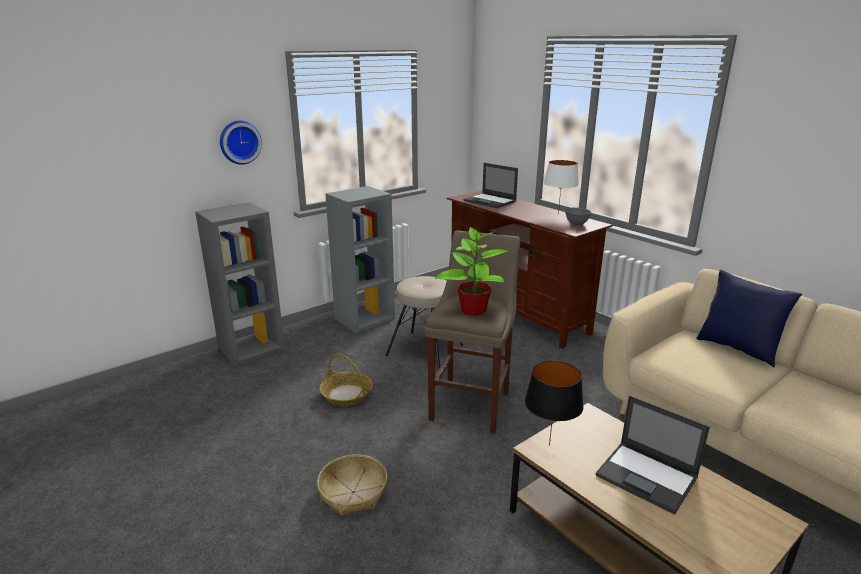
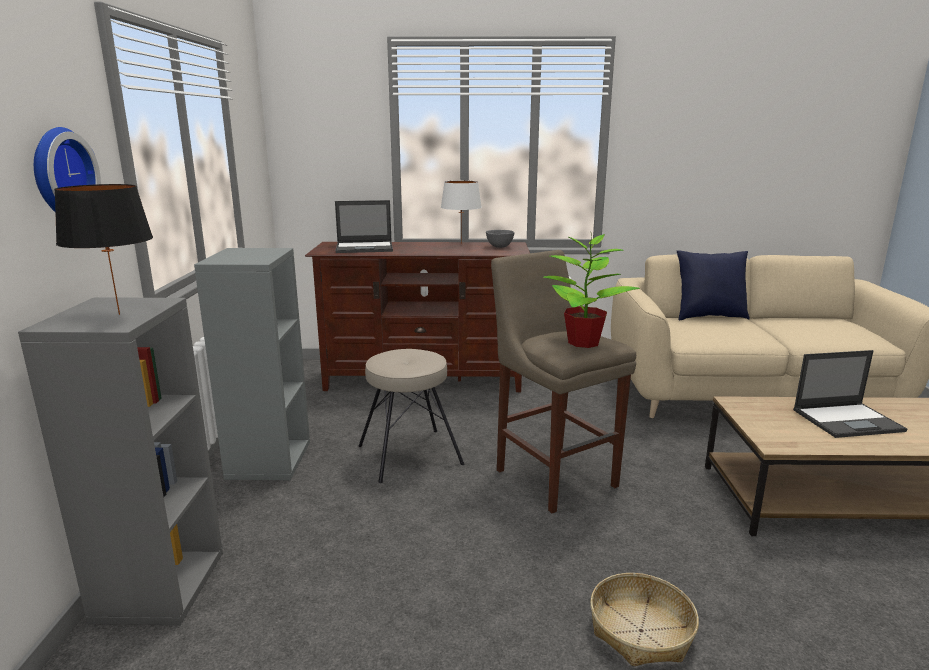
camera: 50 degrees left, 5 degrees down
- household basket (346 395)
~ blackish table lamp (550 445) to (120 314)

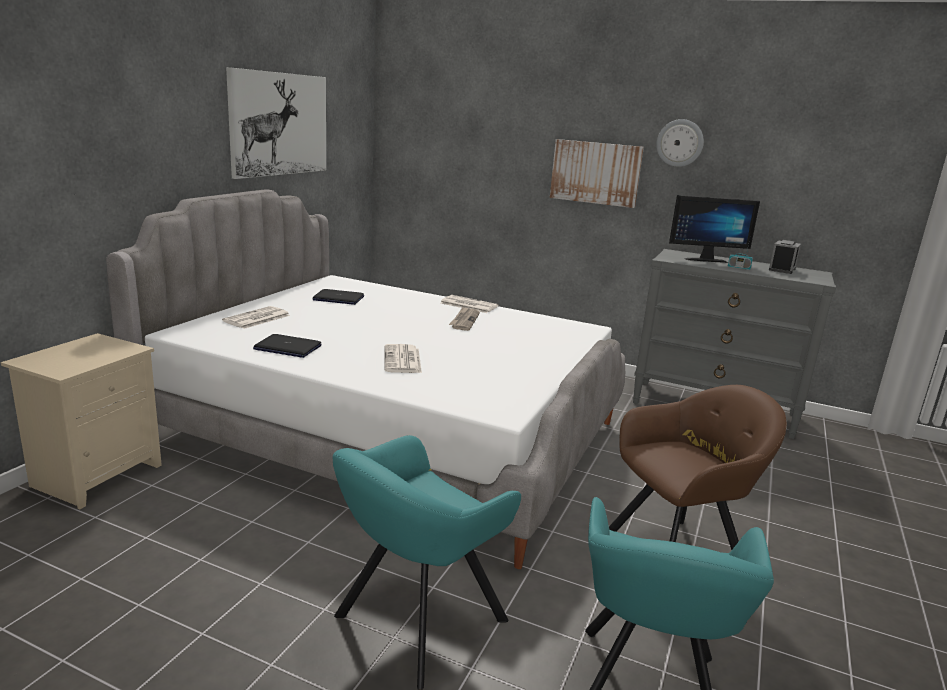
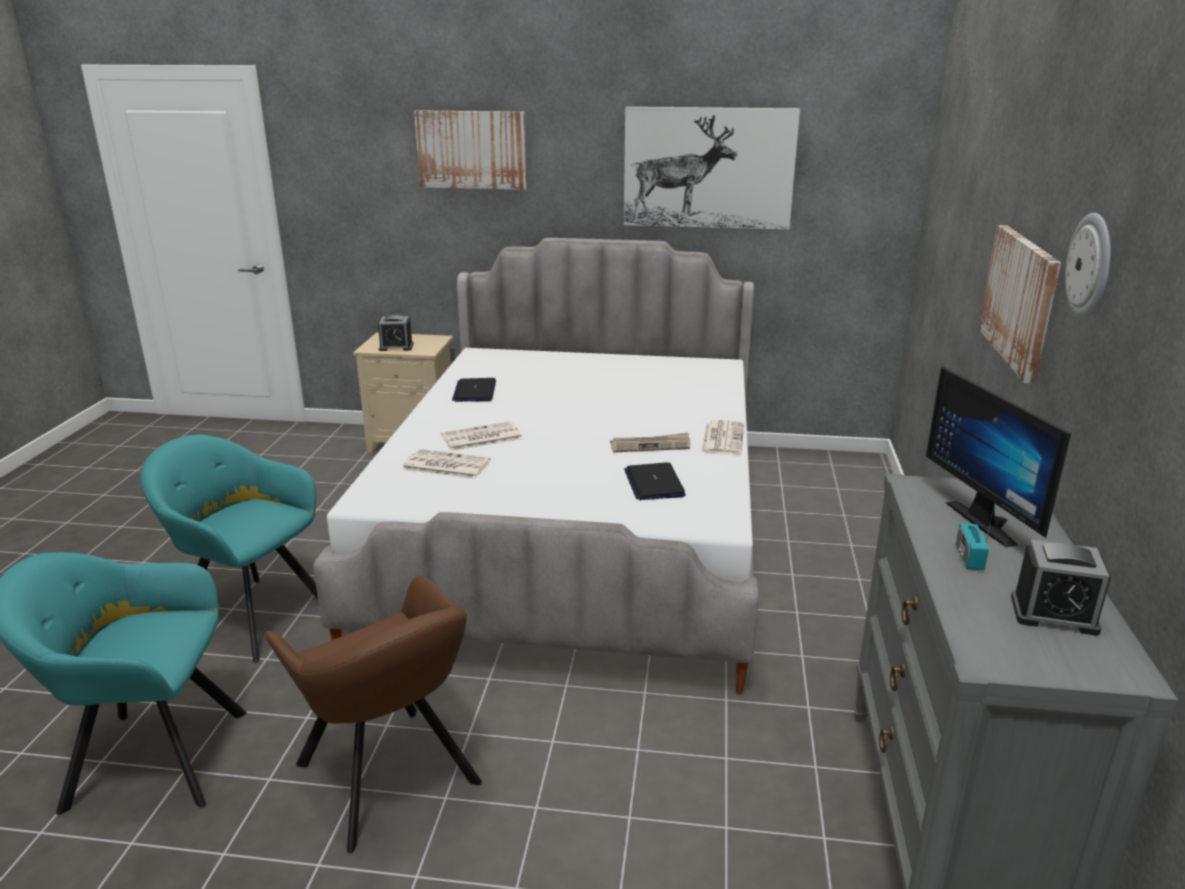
camera: 75 degrees right, 5 degrees up
~ laptop (338 298) to (654 483)
~ newspaper (256 318) to (445 465)
+ picture (472 149)
+ alarm clock (396 347)

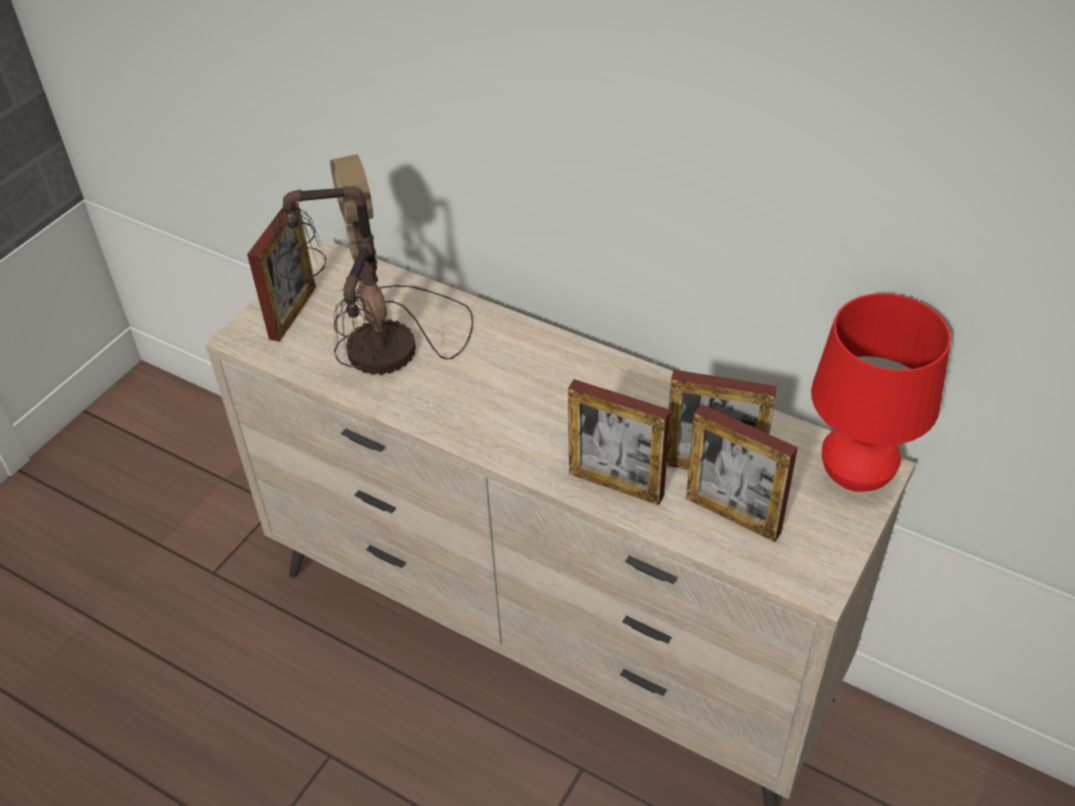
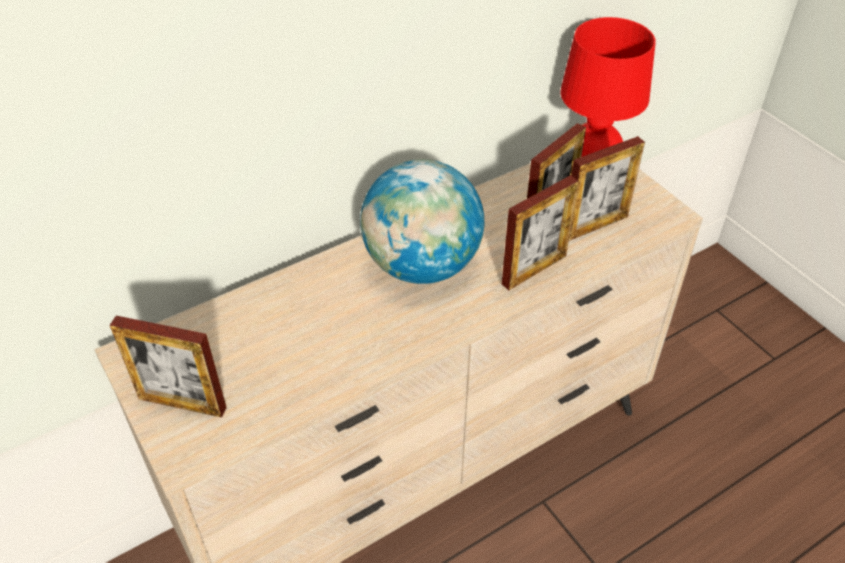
camera: 65 degrees left, 0 degrees up
- table lamp (379 354)
~ photo frame (293 312) = (182 403) 150 degrees clockwise
+ globe (422 265)

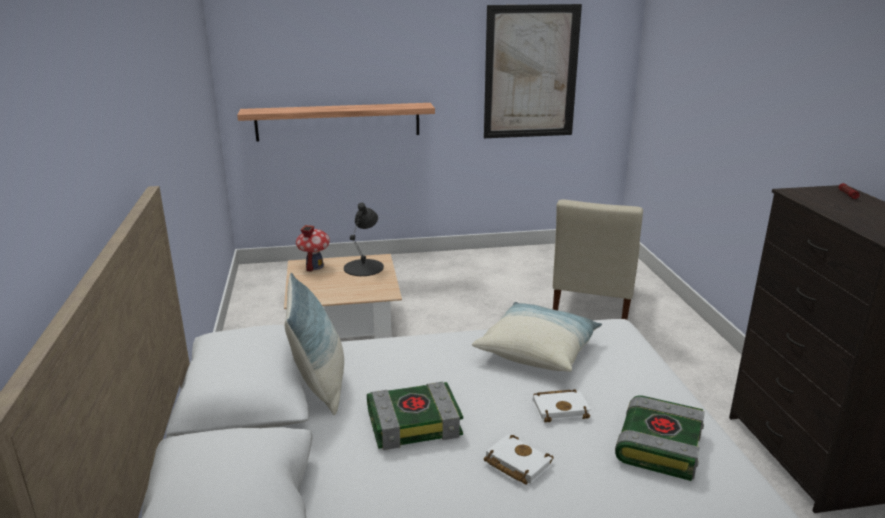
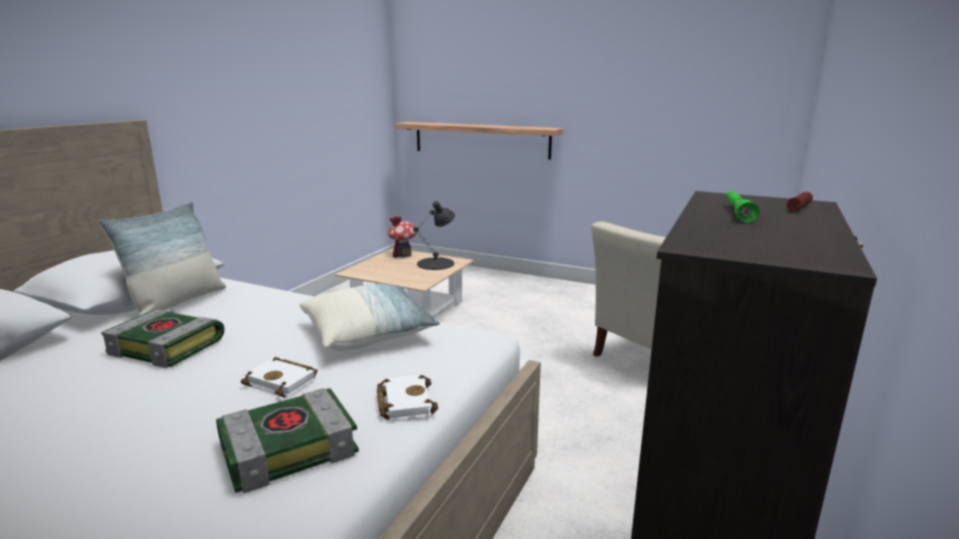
camera: 35 degrees right, 5 degrees down
- picture (531 72)
~ white book (515 464) to (403 402)
+ green-coloured torch (737 213)

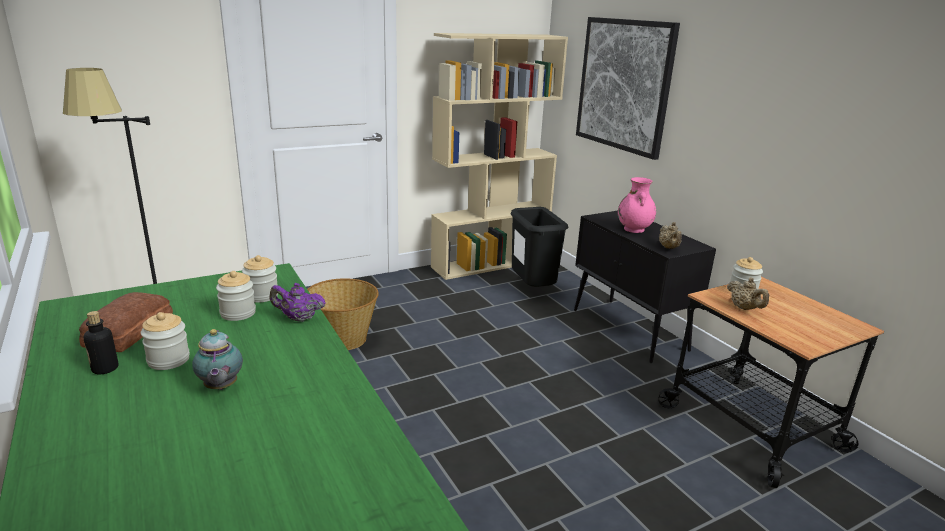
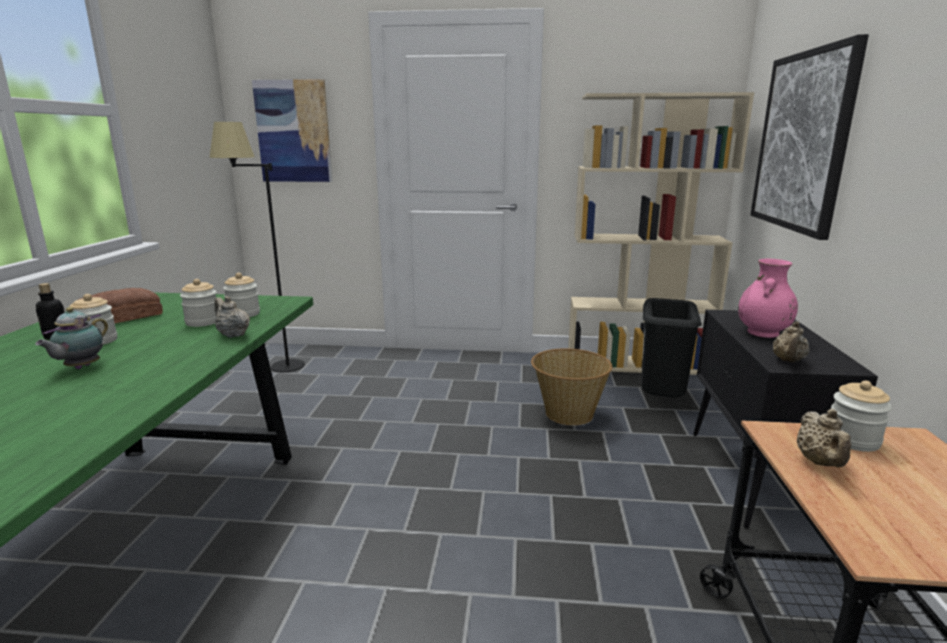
camera: 35 degrees right, 5 degrees down
~ household basket (343 339) to (568 413)
~ purple-coloured pot for tea (298 318) to beige-coloured pot for tea (233 335)
+ picture (293 132)

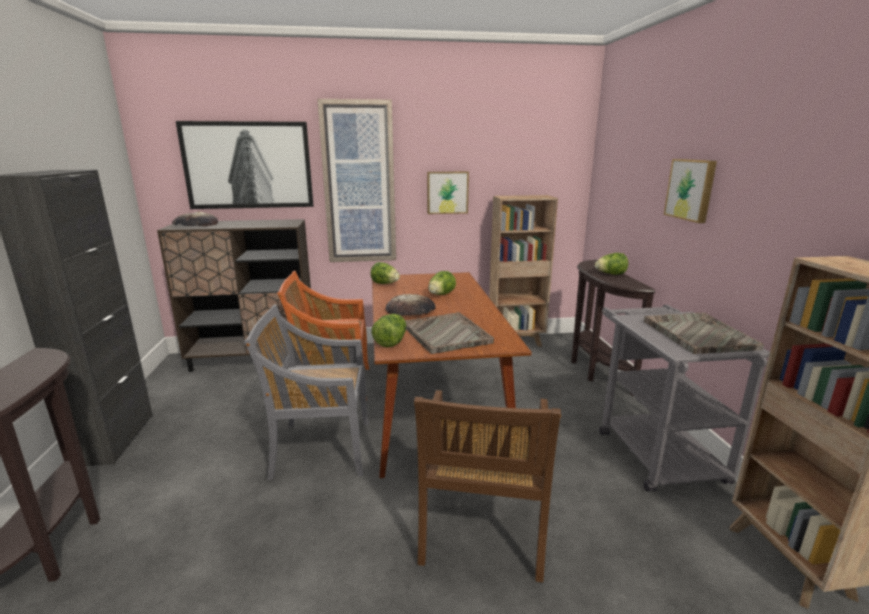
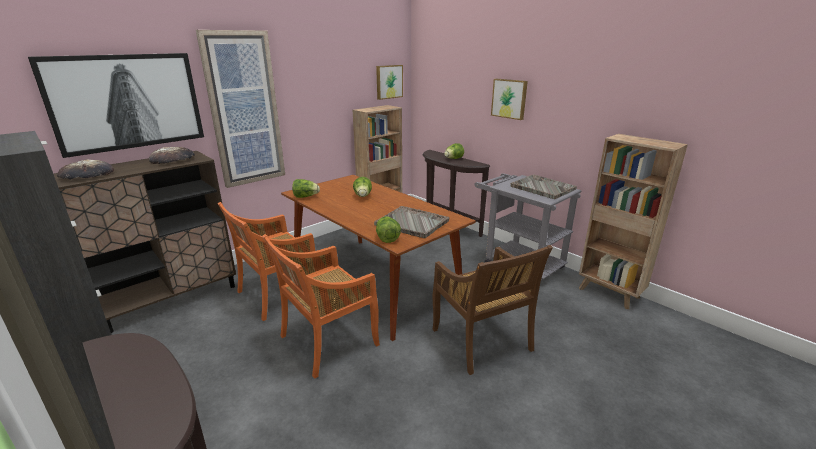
camera: 35 degrees left, 5 degrees up
~ picture (447 192) to (388 81)
~ baked bread (411 310) to (173 159)
~ greyish plain chair (320 449) to orangey plain chair (327 341)

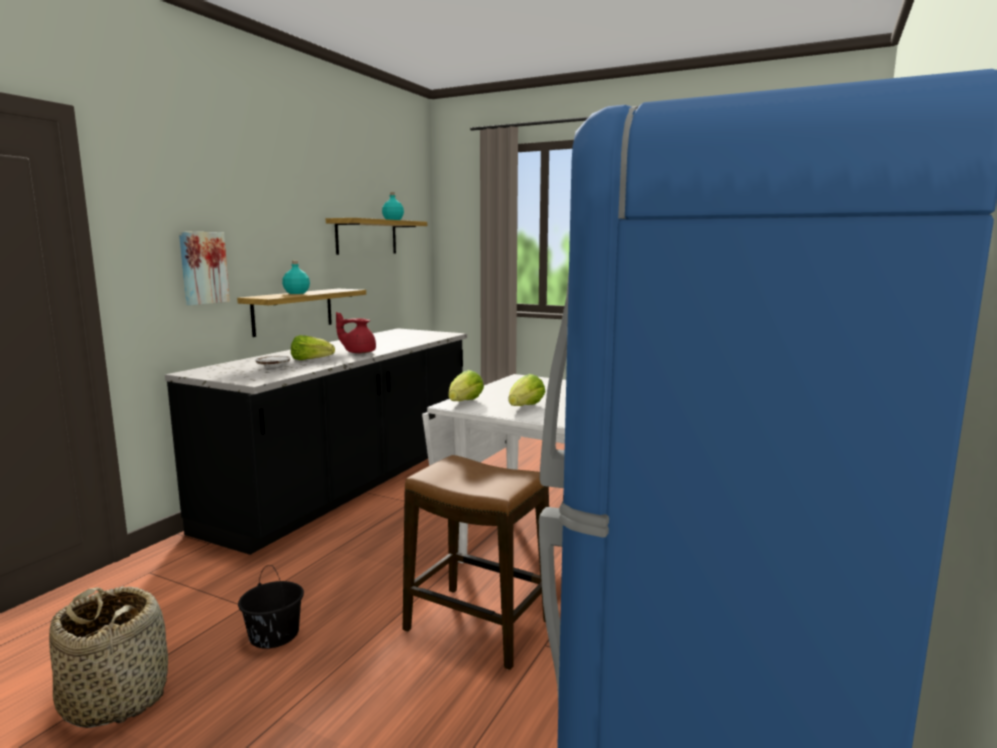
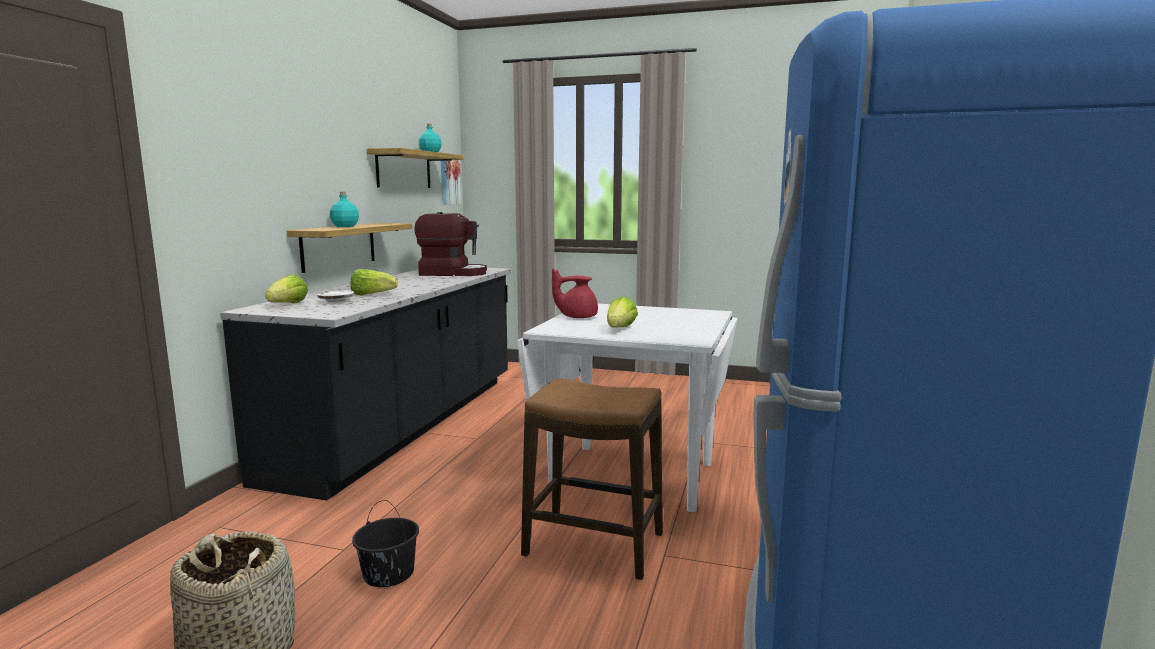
camera: 10 degrees left, 0 degrees up
~ picture (203 267) to (449 180)
~ red-coloured pot for tea (359 352) to (577 317)
~ lettuce (465 402) to (288 305)
+ coffee brewer (452 273)

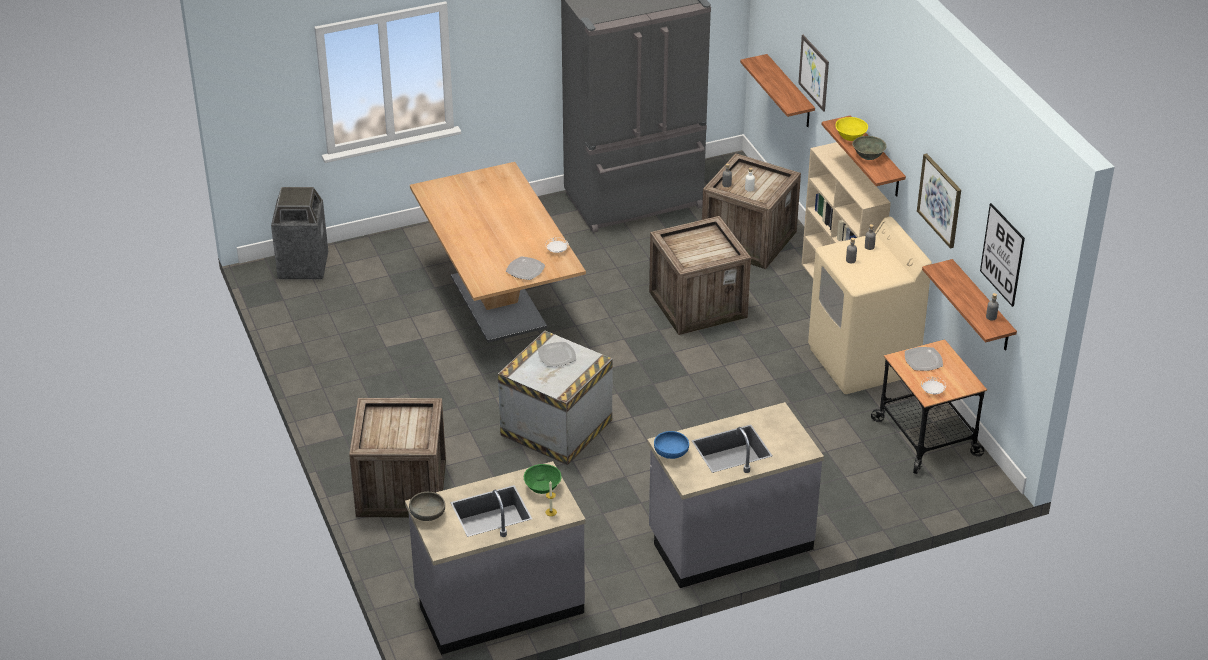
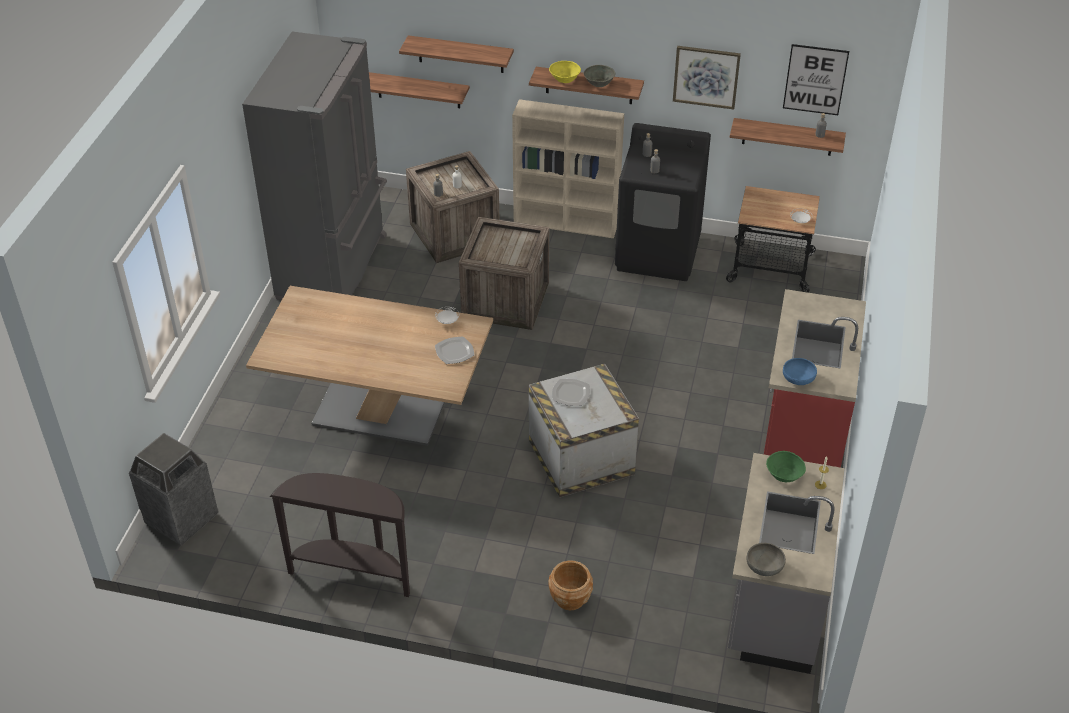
camera: 55 degrees left, 5 degrees up
~ picture (814 72) to bracket shelf (460 54)
~ beige-coloured washing machine (863 361) to blackish washing machine (658 253)
- dinner plate (923 360)
~ packing crate (400 487) to brownish flower pot (569 598)
~ greyish kitchen counter (730 541) to red-coloured kitchen counter (803 426)
+ brownish hall table (353 572)

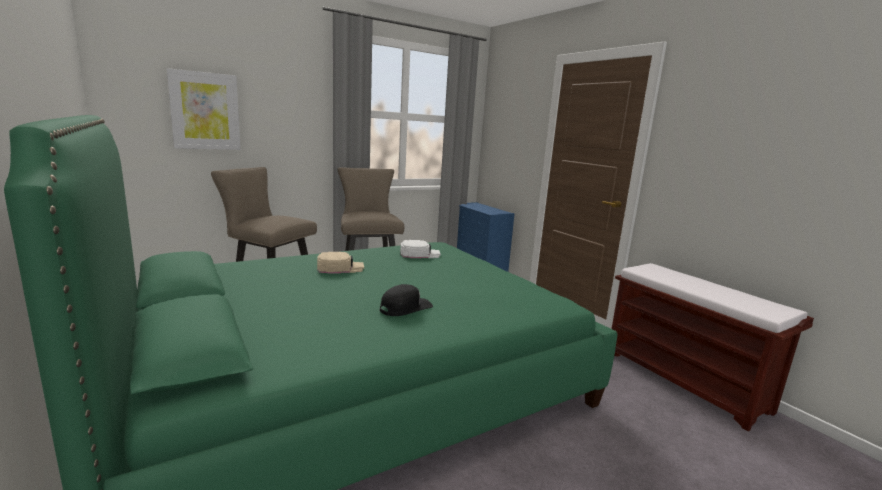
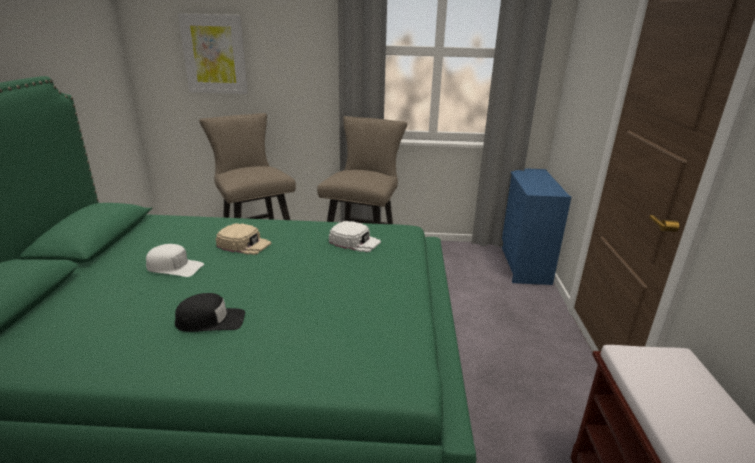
camera: 35 degrees right, 10 degrees up
+ white baseball cap (174 267)

